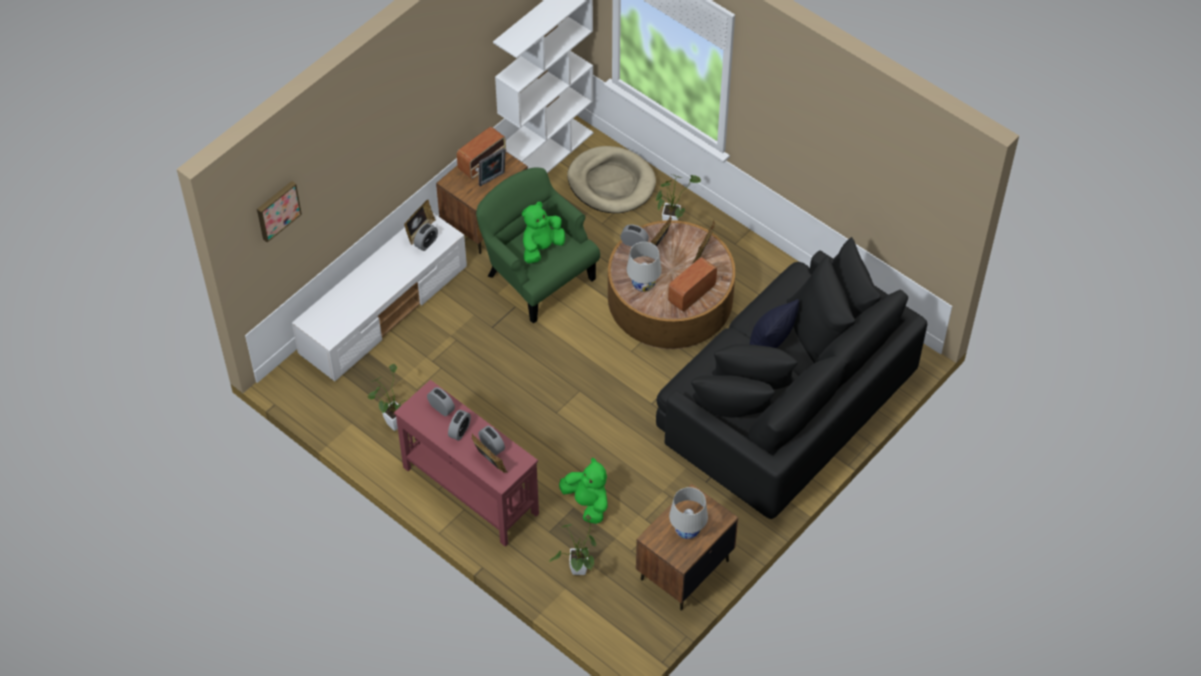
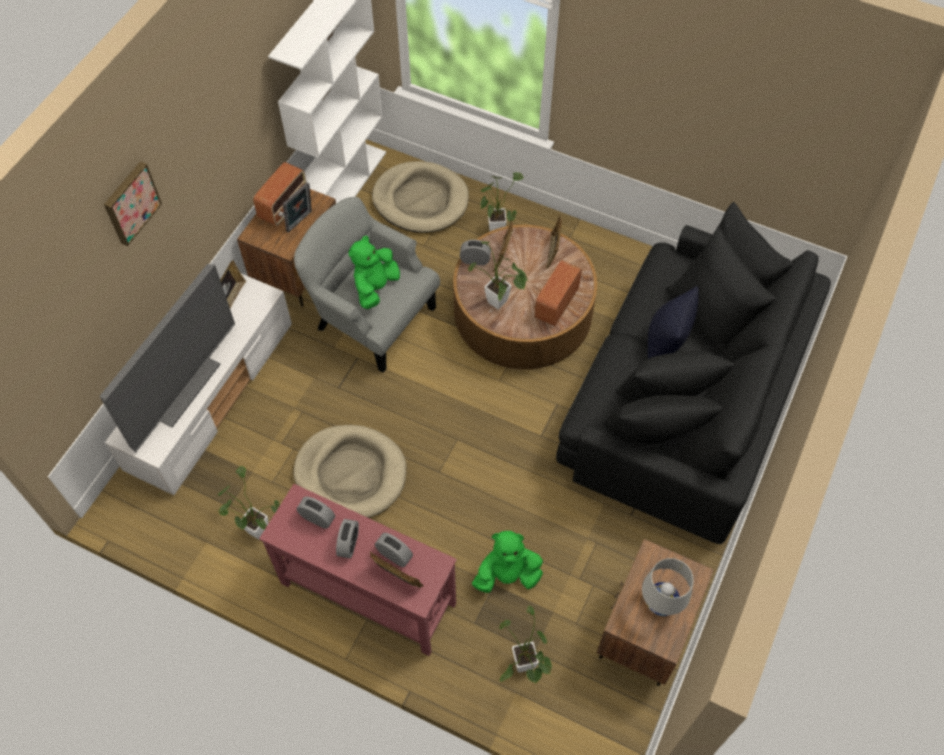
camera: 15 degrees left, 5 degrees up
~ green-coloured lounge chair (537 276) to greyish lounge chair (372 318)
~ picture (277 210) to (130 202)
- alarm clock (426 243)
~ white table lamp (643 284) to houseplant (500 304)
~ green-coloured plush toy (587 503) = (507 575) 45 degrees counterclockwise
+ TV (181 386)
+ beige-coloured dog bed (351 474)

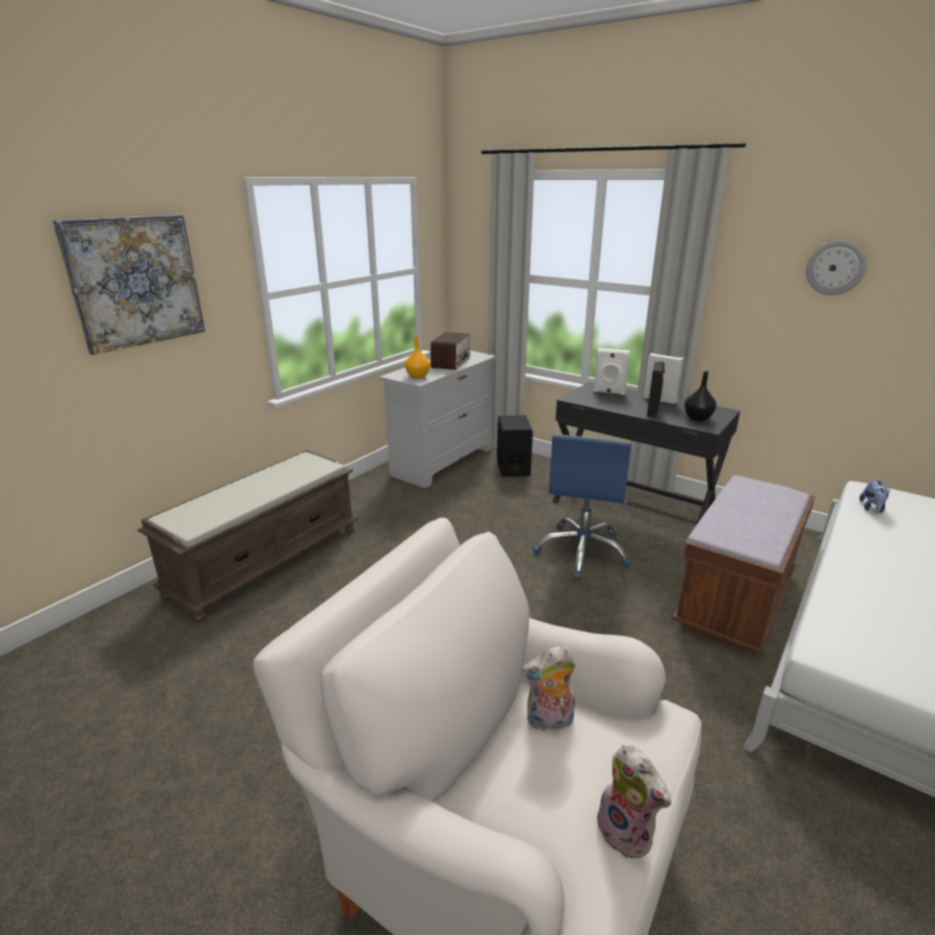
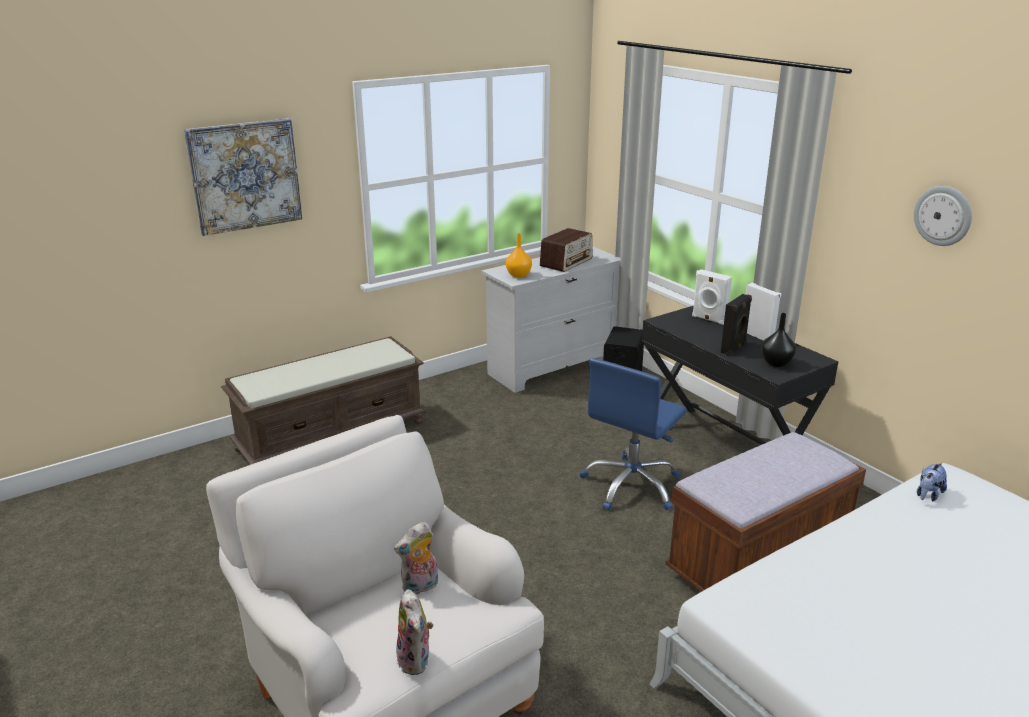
camera: 20 degrees right, 0 degrees up
~ plush toy (549 722) = (420 587) 45 degrees counterclockwise

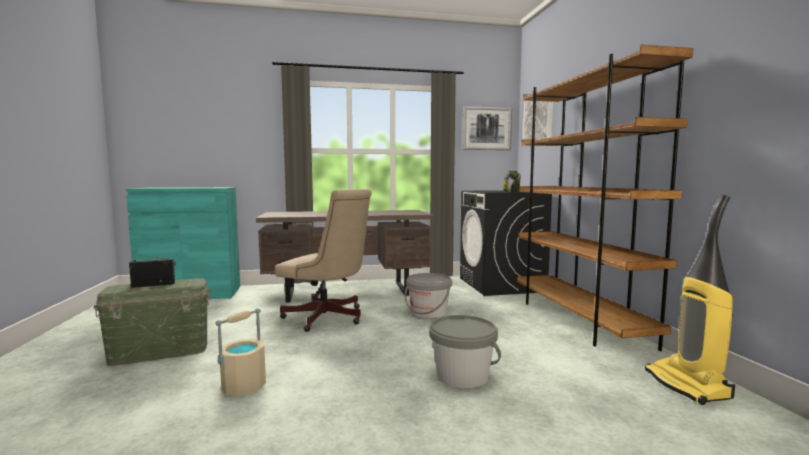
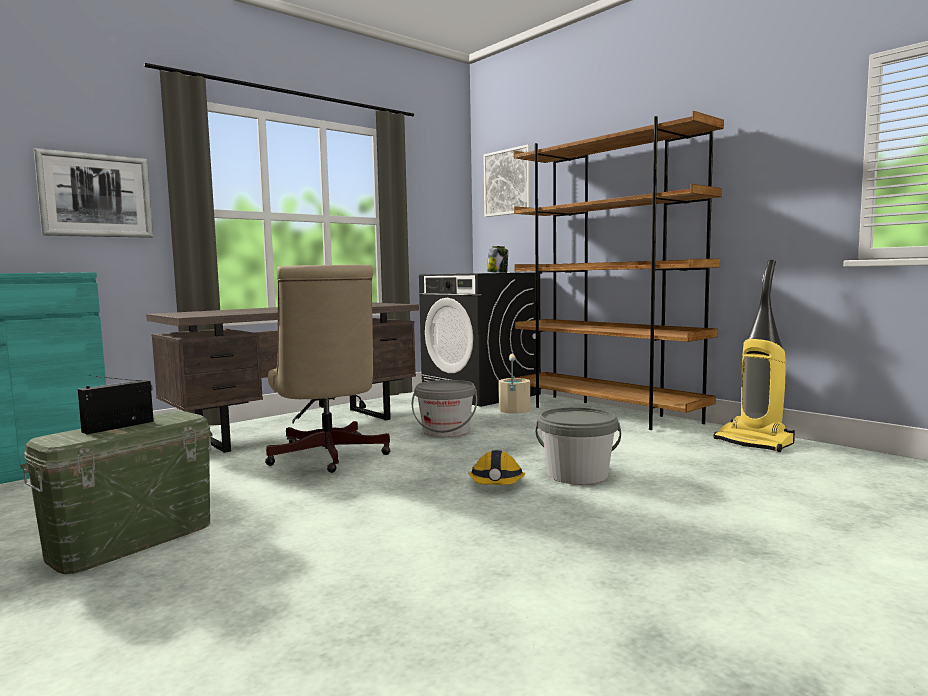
camera: 30 degrees left, 0 degrees up
~ picture (486 128) to (96 195)
~ beige-coloured desk chair (328 318) = (327 457) 75 degrees clockwise
~ beige-coloured bucket (244 386) to (514 411)
+ safety helmet (497 483)

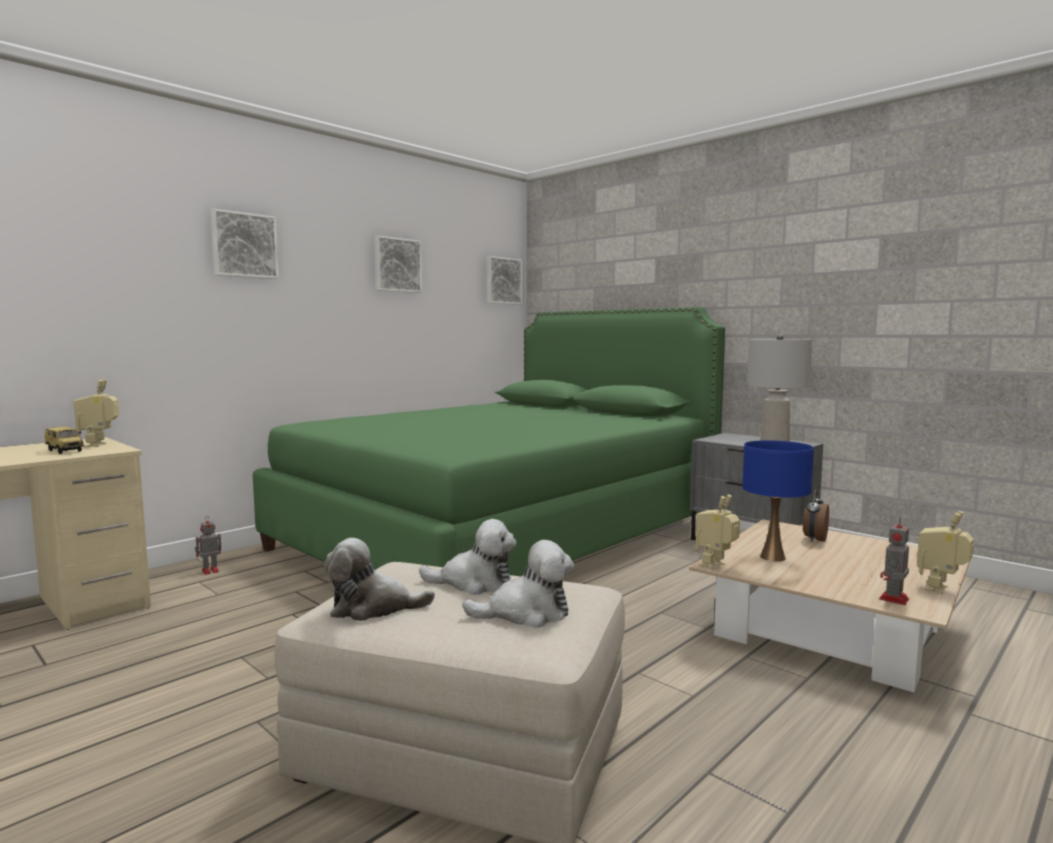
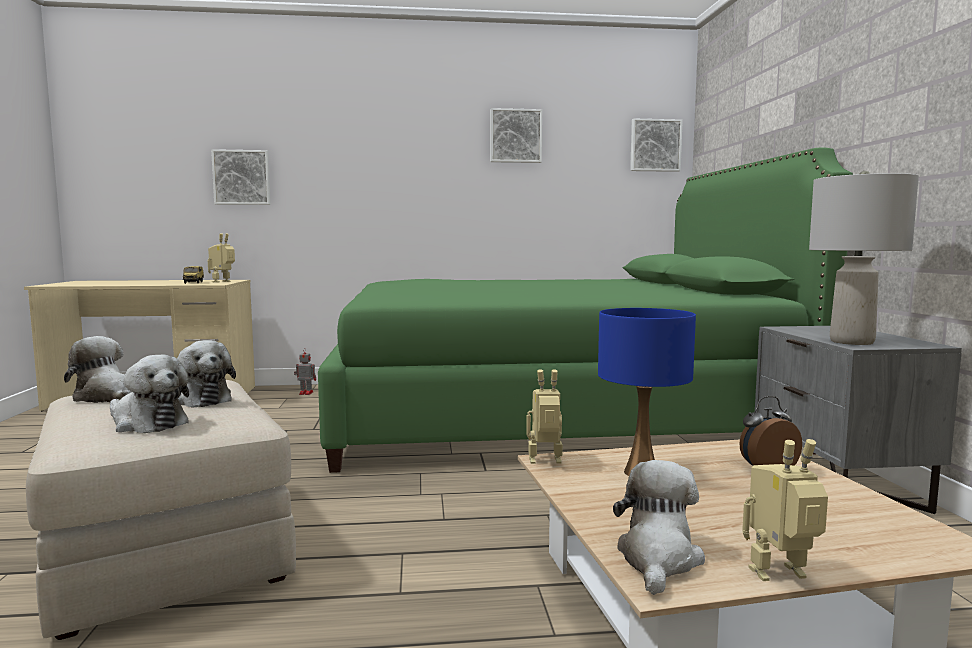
camera: 40 degrees right, 0 degrees up
~ picture (244 245) to (242 177)
~ robot figure (893 599) to plush toy (658 559)

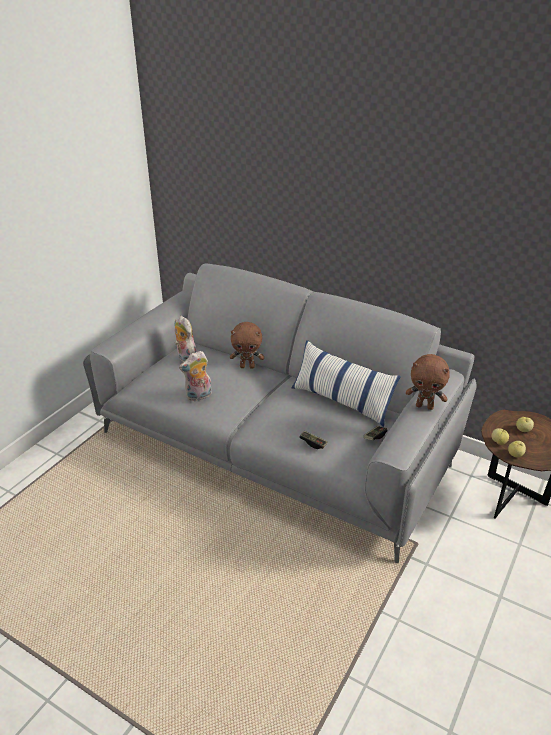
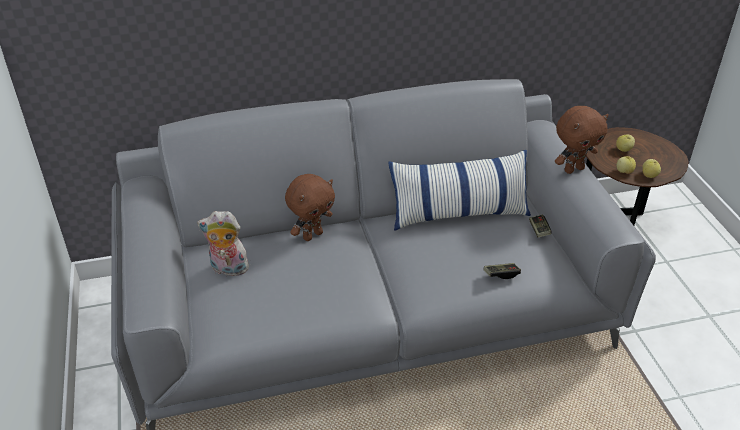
camera: 45 degrees left, 5 degrees up
- plush toy (198 396)

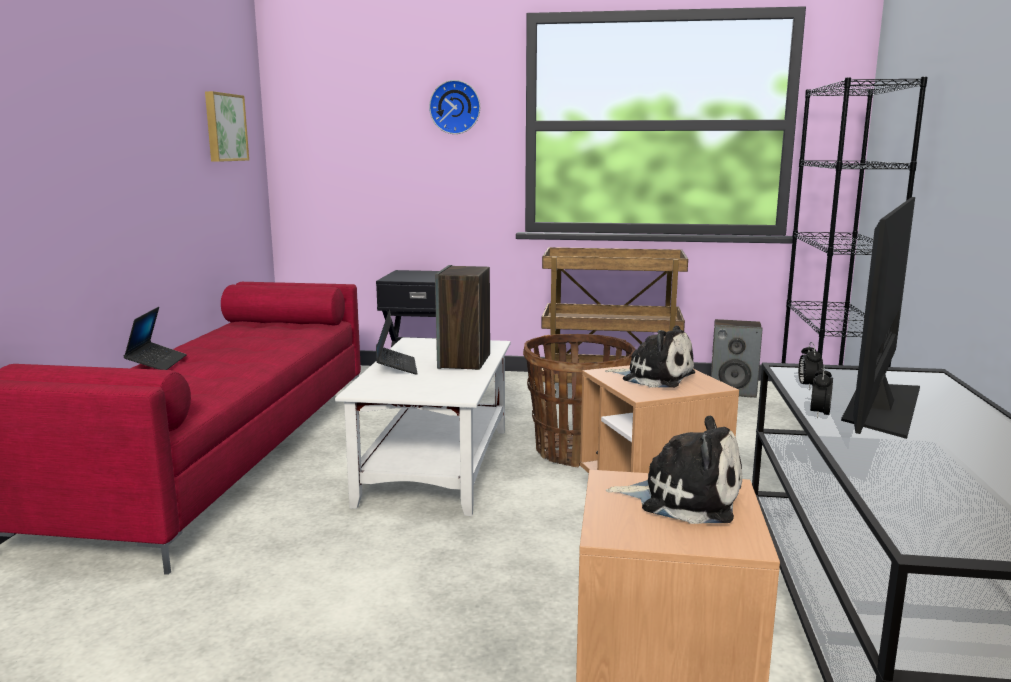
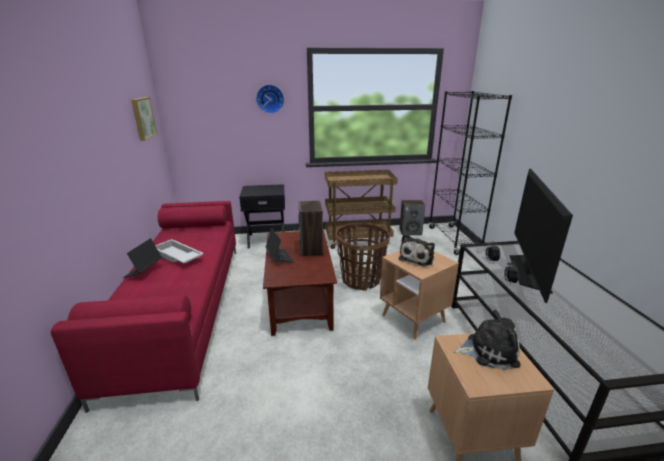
camera: 15 degrees left, 10 degrees up
~ laptop (157 363) = (143 271) 150 degrees counterclockwise
~ plush toy (654 377) = (417 258) 105 degrees clockwise
~ white low table (435 464) to brownish low table (299 299)
+ white serving tray (177 256)

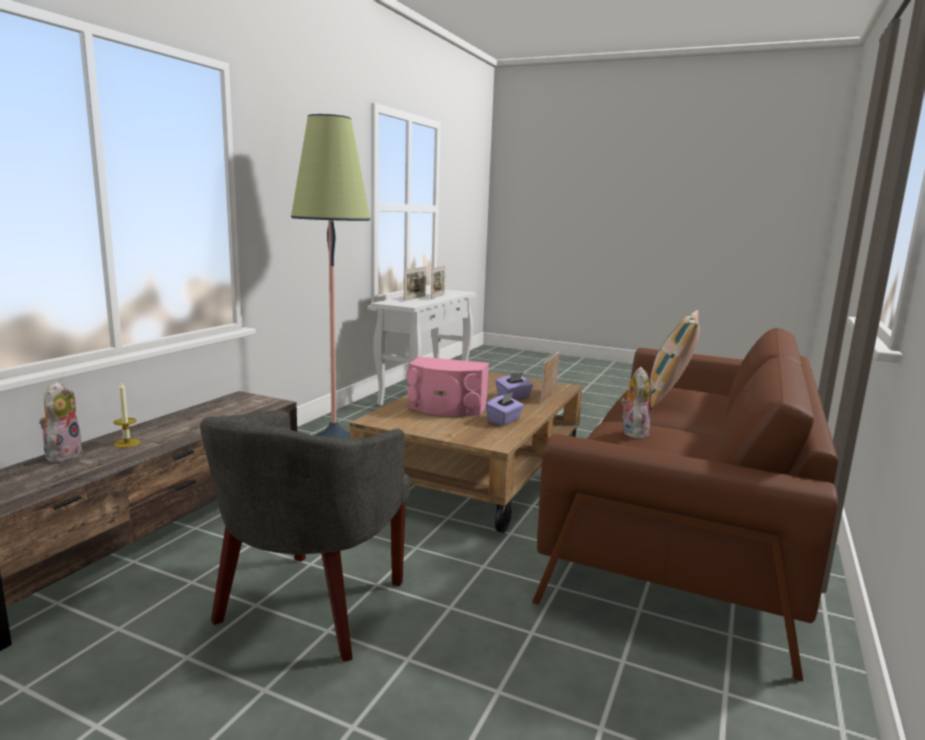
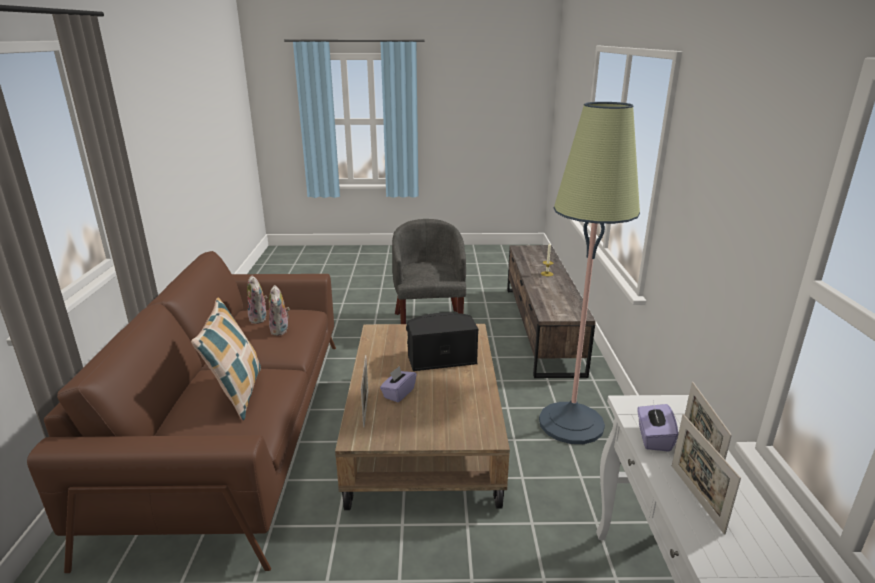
camera: 155 degrees right, 10 degrees up
~ pink-coloured speaker (446 408) to blackish speaker (441 357)
~ plush toy (63 455) to (259 319)
~ purple-coloured tissue box (504 420) to (653 438)

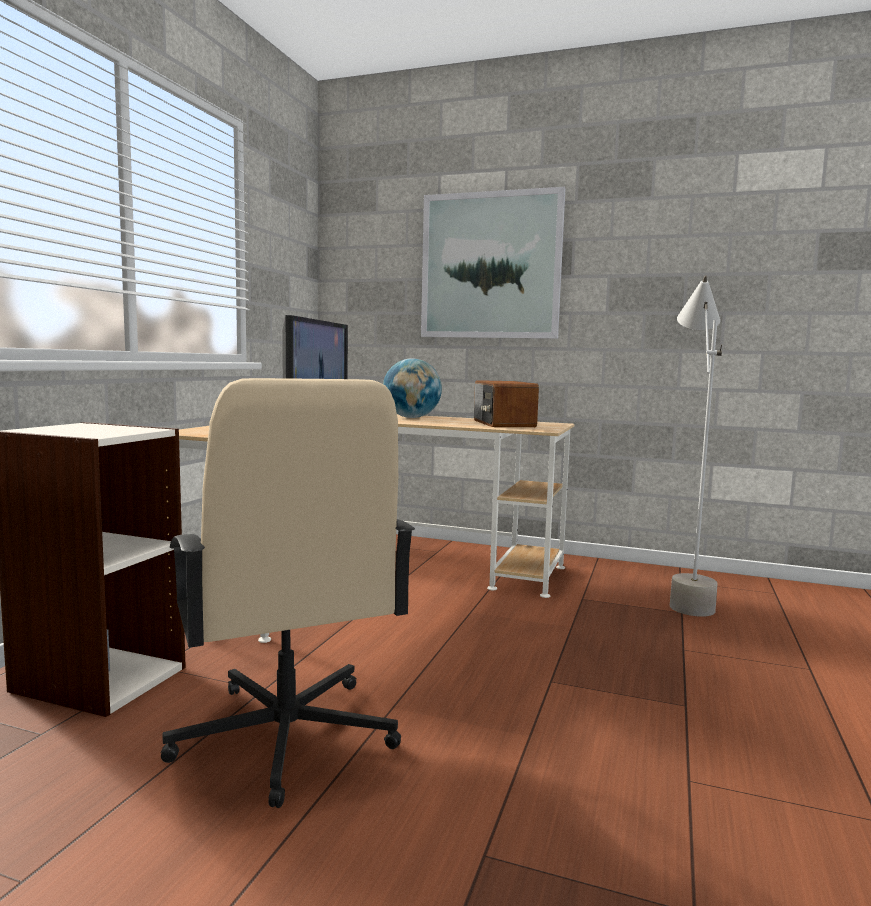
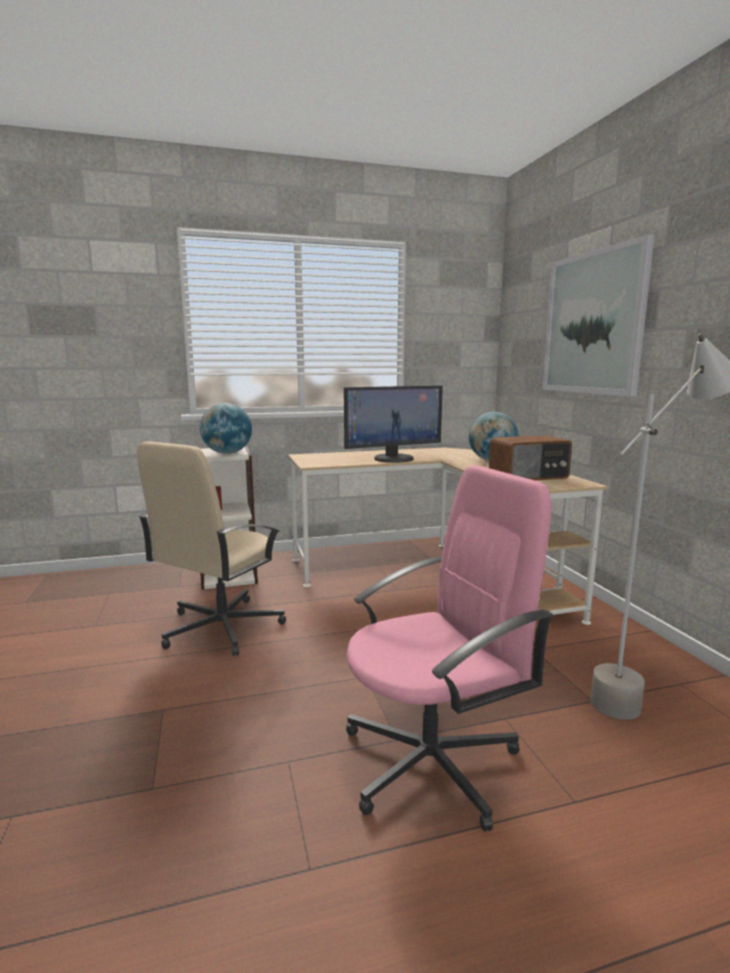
camera: 55 degrees right, 5 degrees up
~ radio set (502 423) = (529 476) 150 degrees counterclockwise
+ globe (227 453)
+ pink-coloured desk chair (433 761)

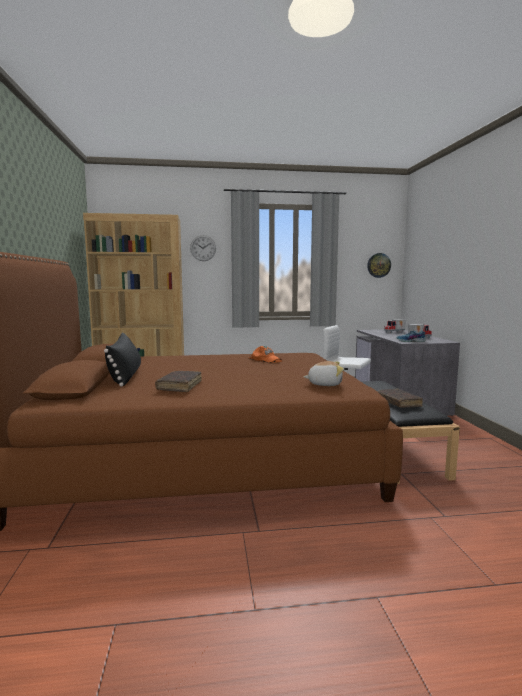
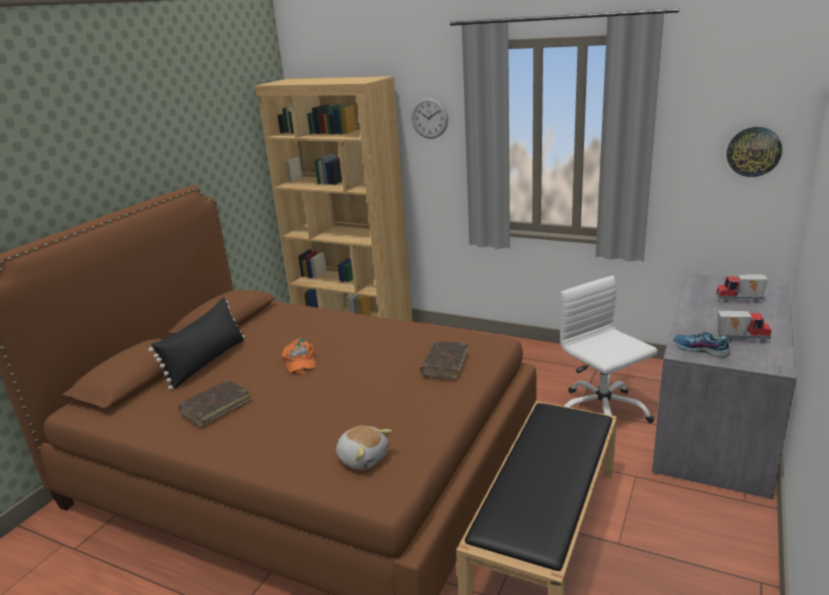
camera: 35 degrees right, 15 degrees up
~ orangey baseball cap (266 359) to (299 361)
~ brownish book (398 403) to (445 365)

